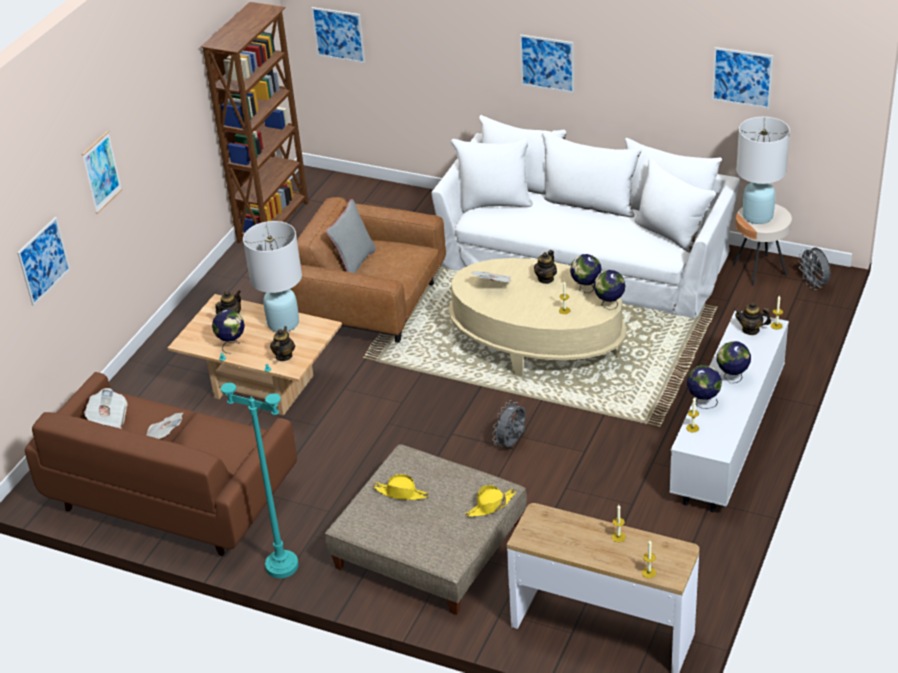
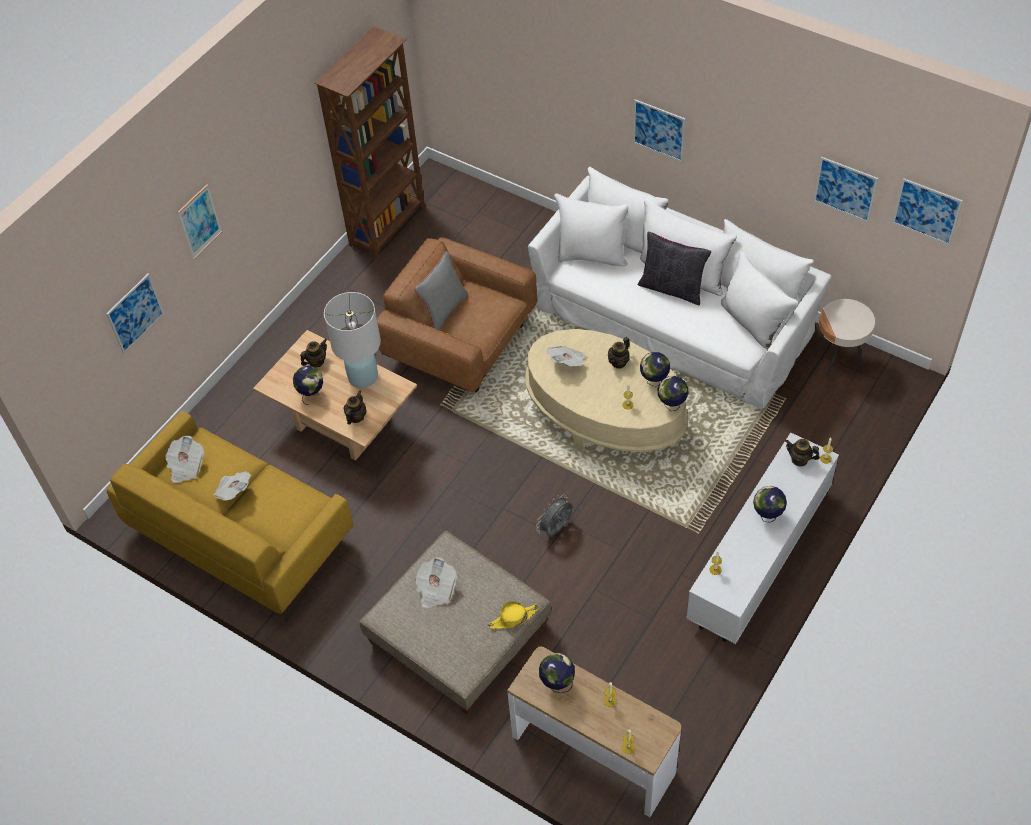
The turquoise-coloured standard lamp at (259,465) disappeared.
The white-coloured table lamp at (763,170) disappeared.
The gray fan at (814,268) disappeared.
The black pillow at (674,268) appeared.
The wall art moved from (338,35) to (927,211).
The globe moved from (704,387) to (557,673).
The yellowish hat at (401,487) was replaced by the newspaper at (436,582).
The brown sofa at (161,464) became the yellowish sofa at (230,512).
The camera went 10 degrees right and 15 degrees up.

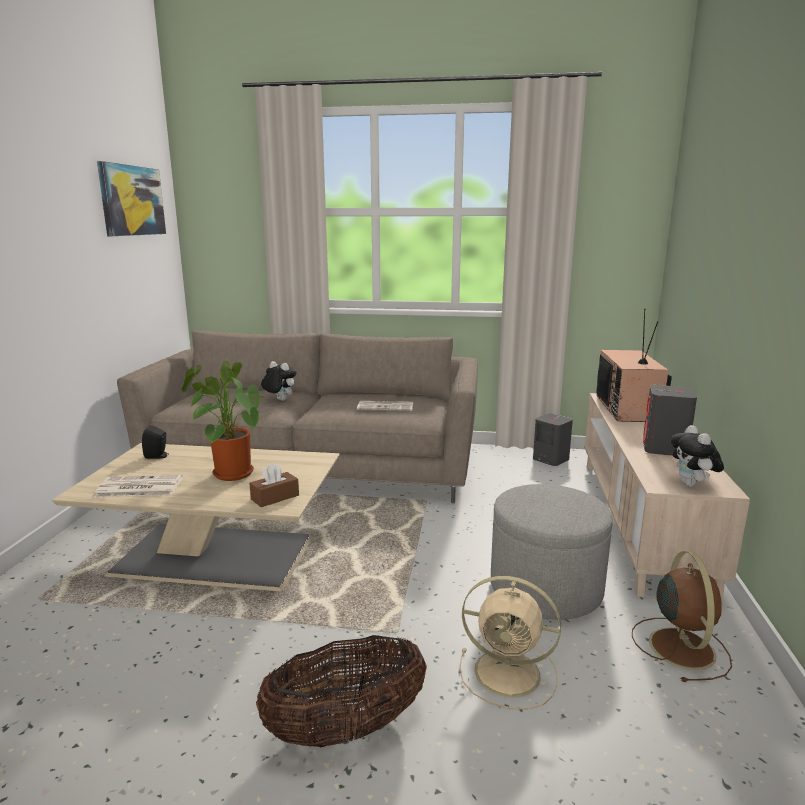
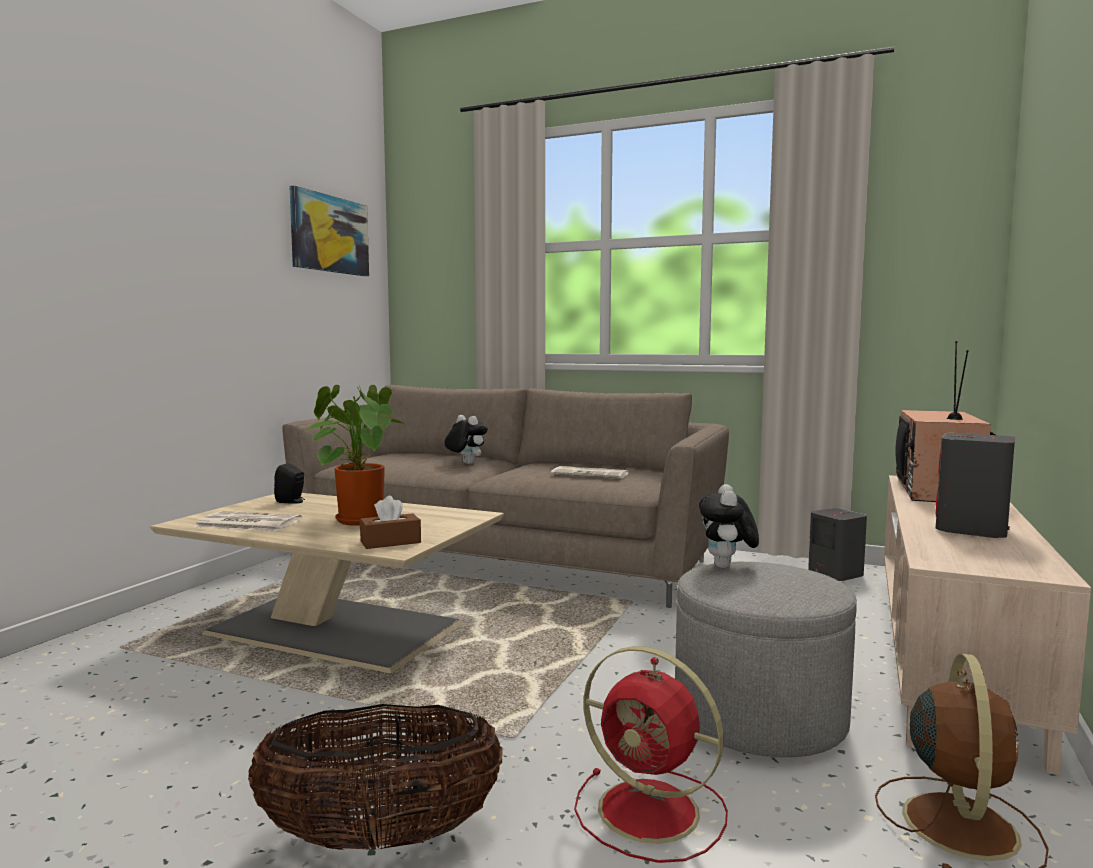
The soft toy moved from (697,456) to (729,526).
The beige fan at (510,643) became the reddish fan at (651,754).
The camera went 15 degrees right and 10 degrees down.

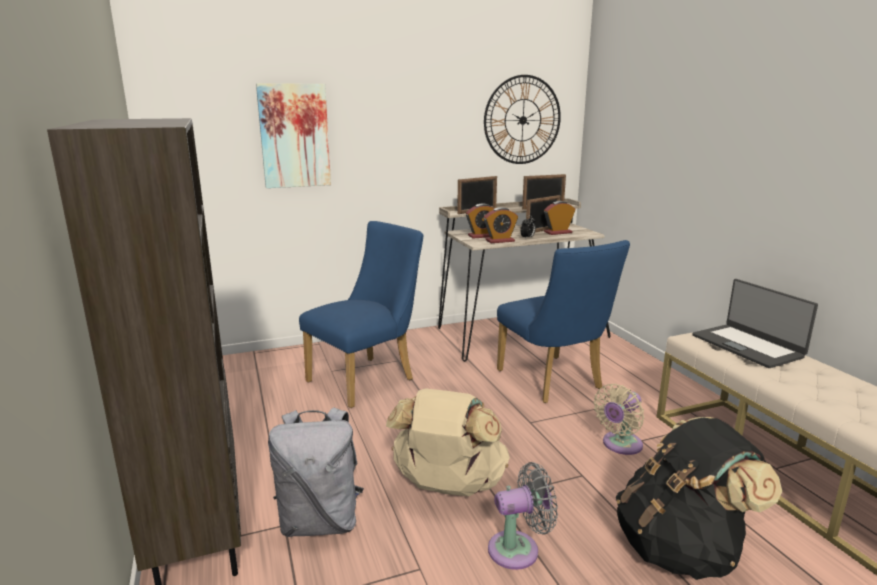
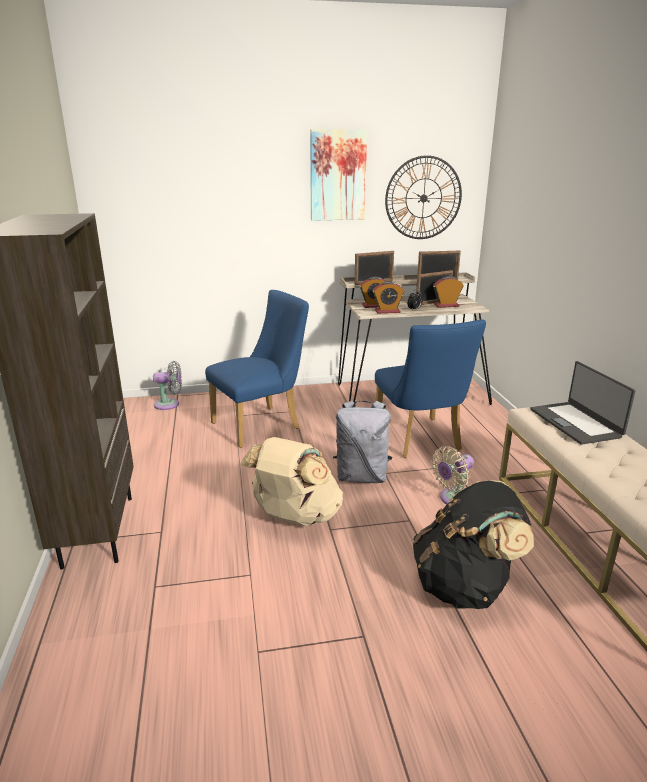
The wall art moved from (293,135) to (338,175).
The gray knapsack moved from (316,472) to (362,442).
The gray fan moved from (523,516) to (167,385).
The camera went 10 degrees right and 5 degrees up.

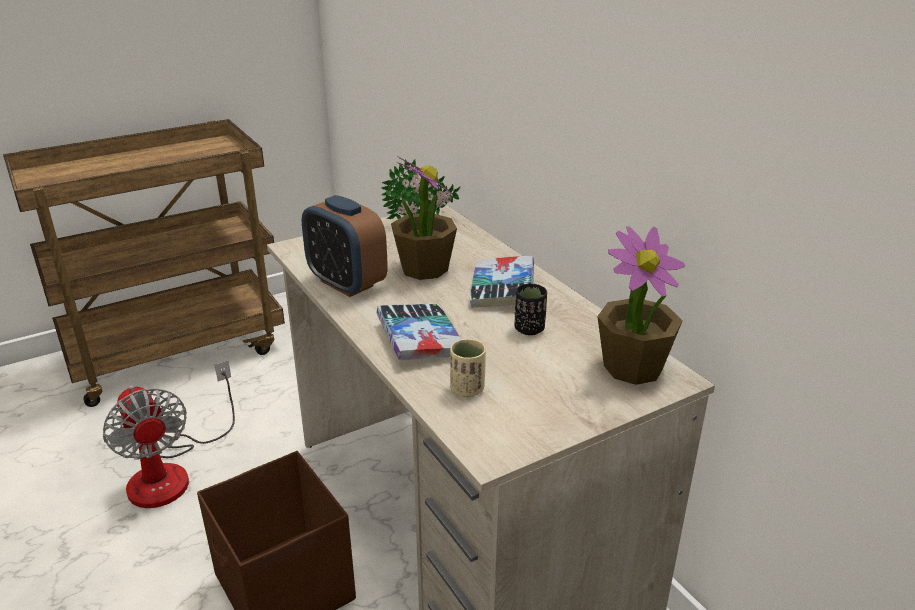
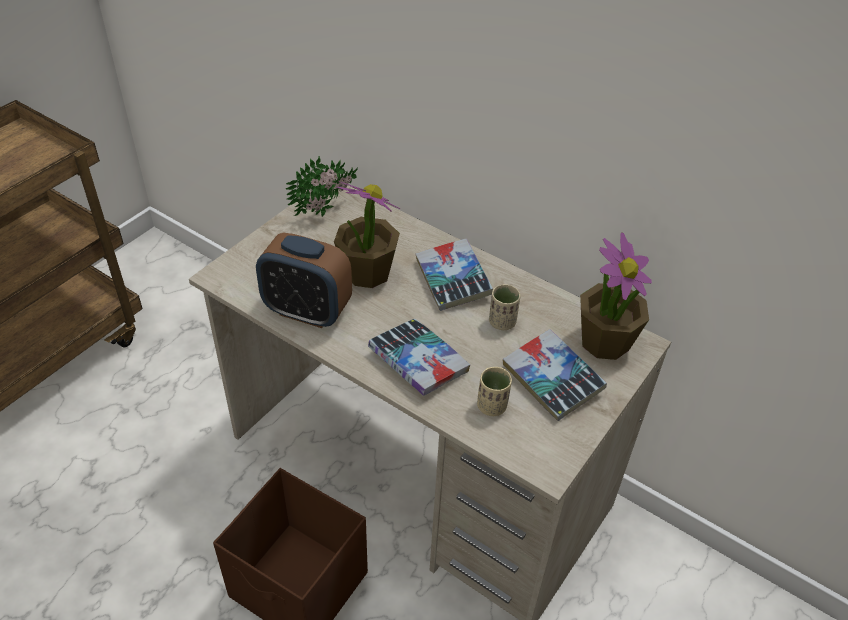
The fan at (169,434) disappeared.
The bound book at (555,375) appeared.
The black small cup at (530,309) became the beige small cup at (505,307).
The camera went 25 degrees left and 15 degrees up.

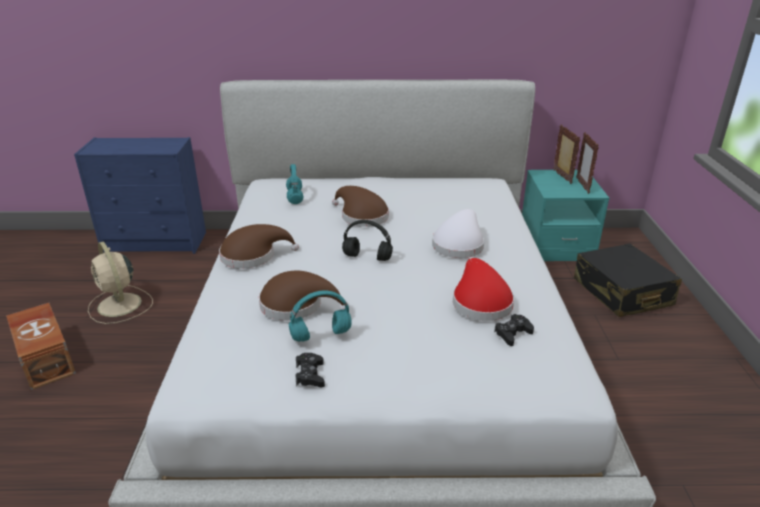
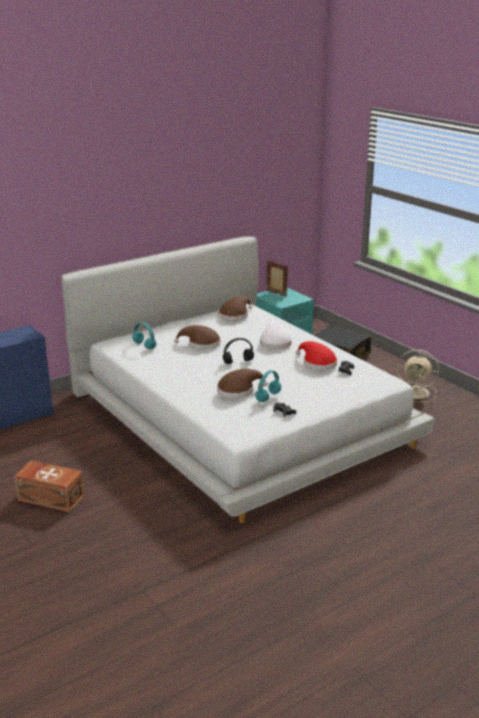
The photo frame at (587,163) disappeared.
The beige fan moved from (120,283) to (418,376).
The brown hat moved from (259,246) to (235,308).
The camera went 35 degrees left and 5 degrees down.

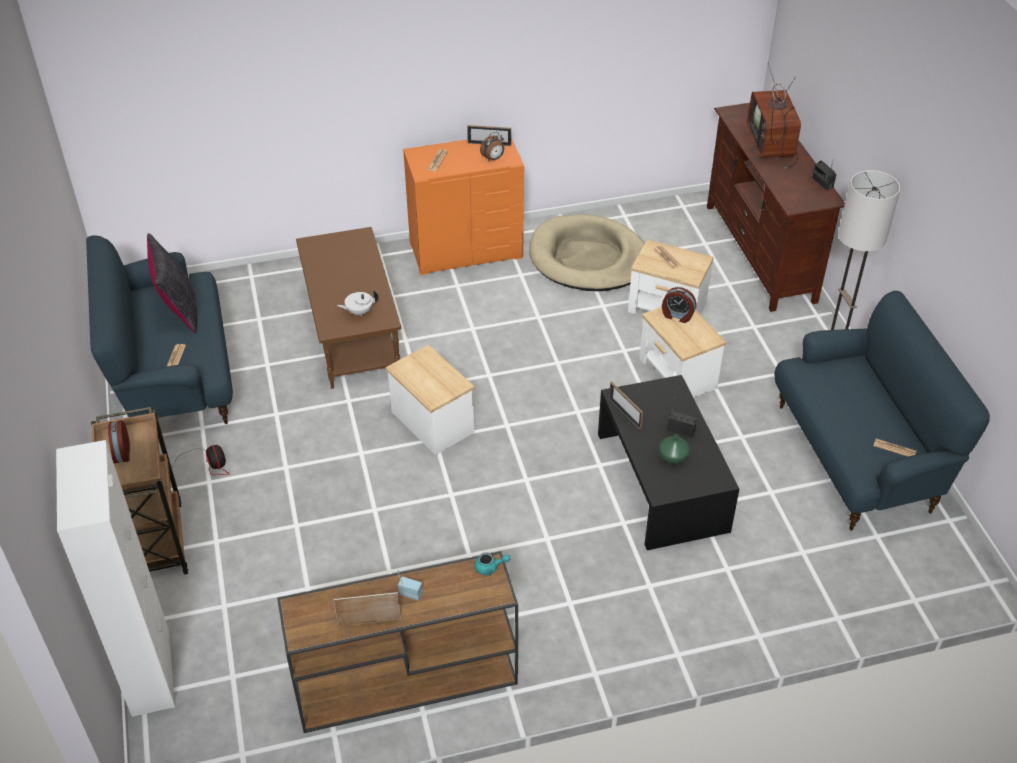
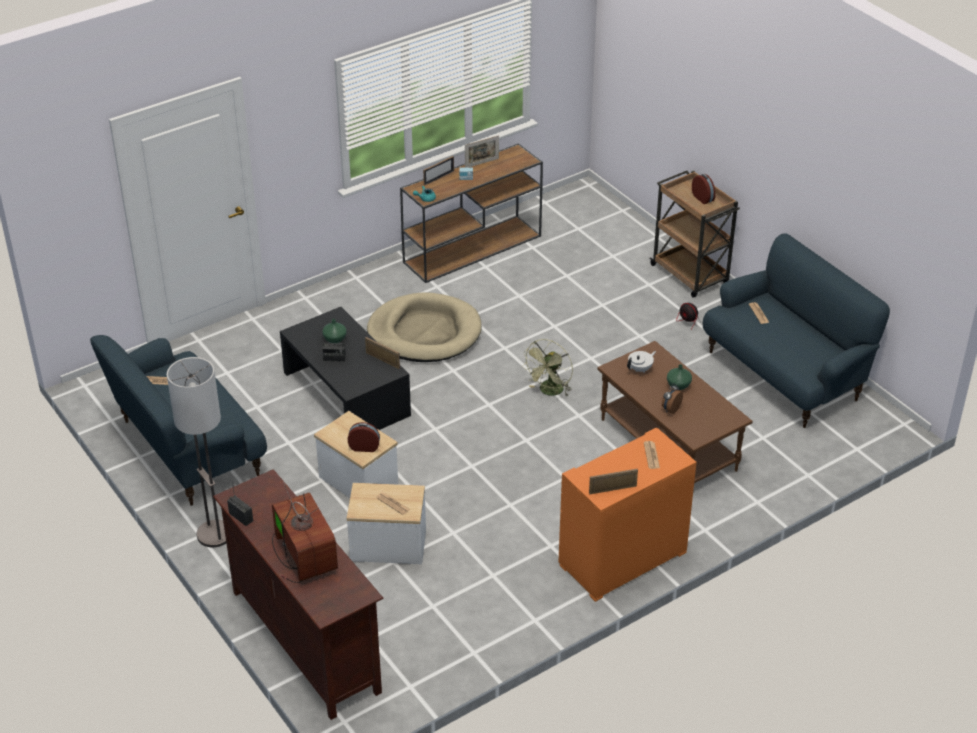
The white-coloured cabinet at (115,578) disappeared.
The black pillow at (172,283) disappeared.
The photo frame at (438,171) appeared.
The greenish decorative vase at (679,377) appeared.
The bedside clock moved from (492,146) to (672,398).
The beige dog bed moved from (587,252) to (424,327).
The accent table at (430,400) was replaced by the greenish fan at (547,368).
The camera went 160 degrees right and 5 degrees down.

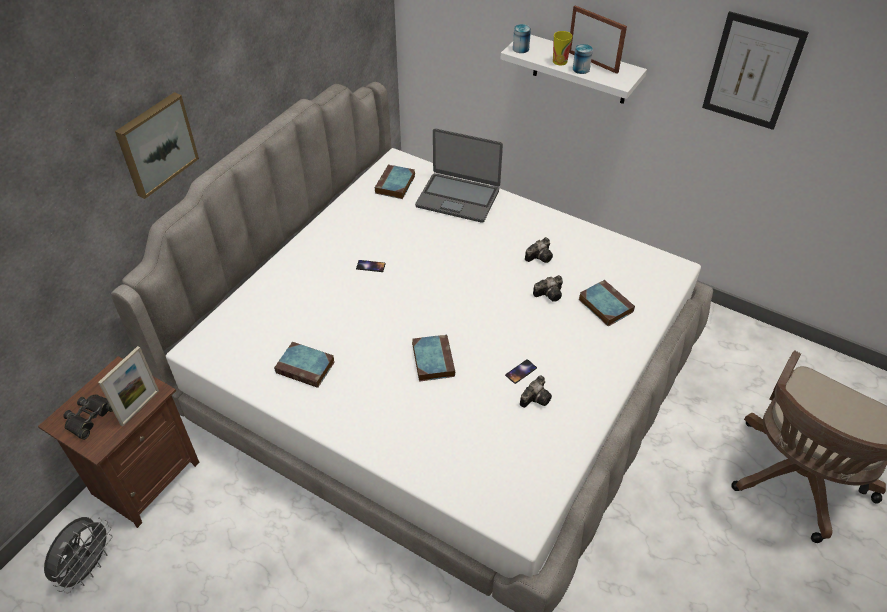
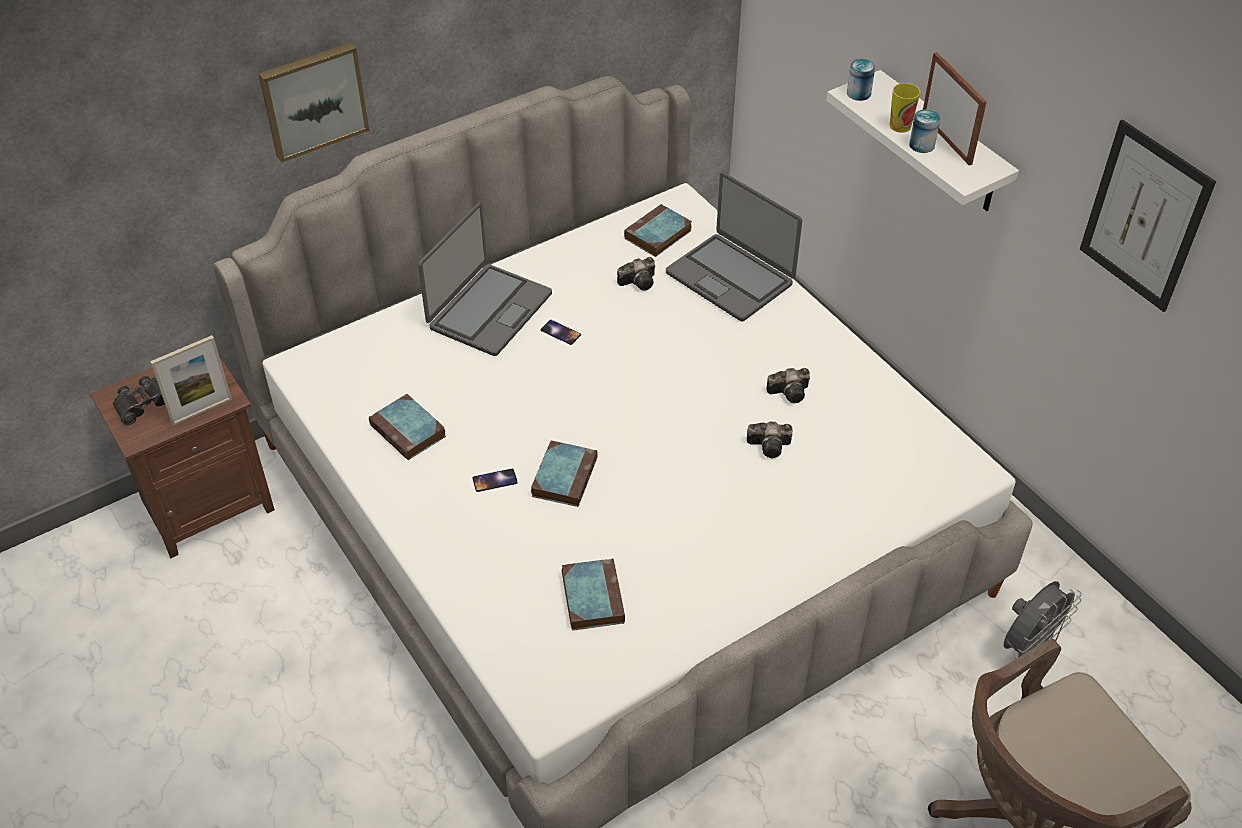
The portable computer at (485,279) appeared.
The gray fan moved from (78,555) to (1043,620).
The telephone moved from (521,371) to (495,480).
The still camera moved from (536,391) to (636,274).
The bound book moved from (606,303) to (593,594).
The camera went 25 degrees right and 0 degrees up.

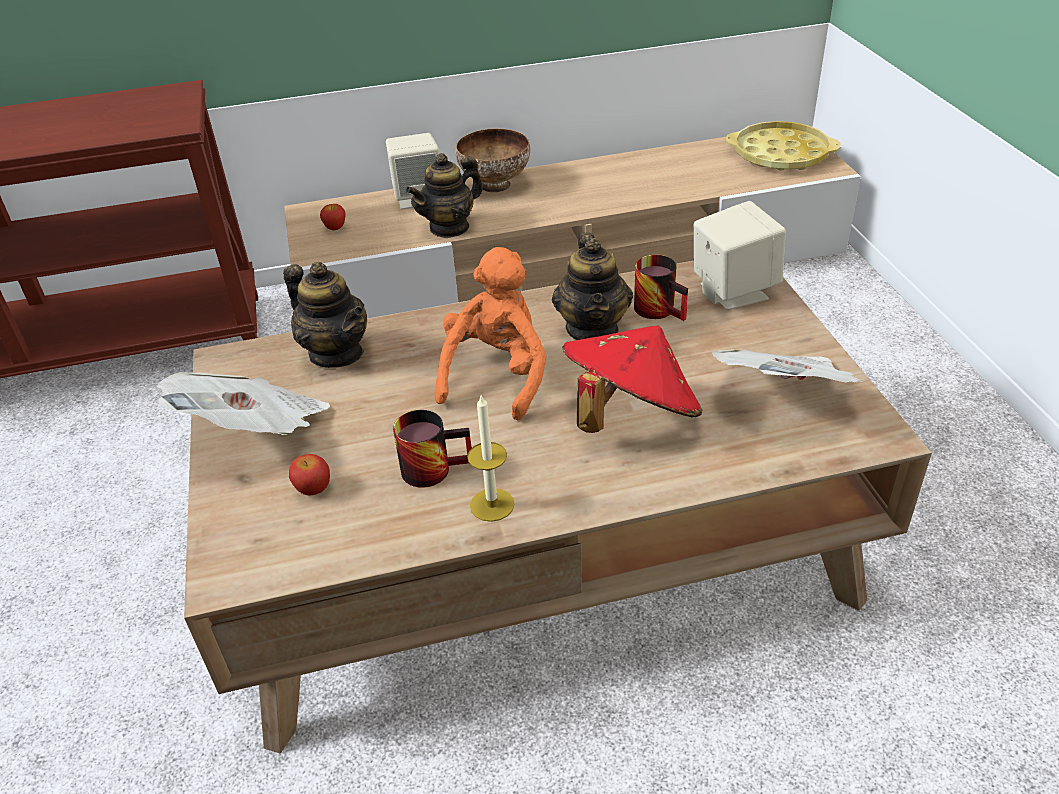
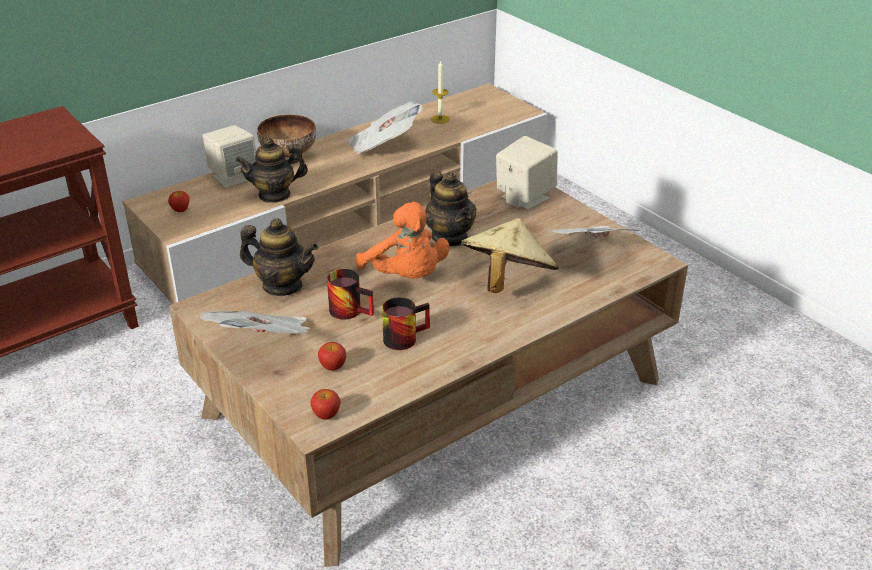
The yellowish serving tray at (783,146) disappeared.
The apple fruit at (325,404) appeared.
The newspaper at (385,128) appeared.
The wax light moved from (491,458) to (440,92).
The mug moved from (661,288) to (350,294).
The reddish hat at (632,379) became the beige hat at (509,255).
The tea pot at (444,195) turned 45 degrees clockwise.
The orange soft toy at (491,334) turned 150 degrees clockwise.
The camera went 25 degrees left and 5 degrees down.

